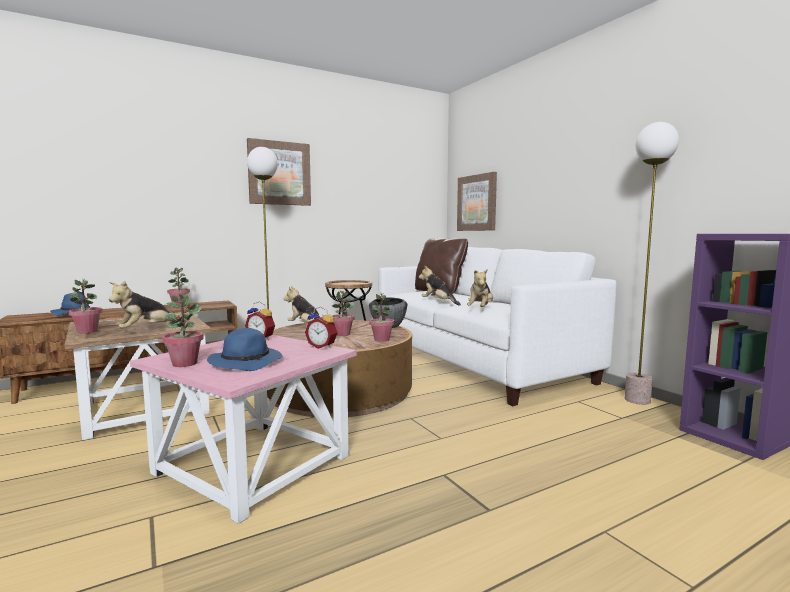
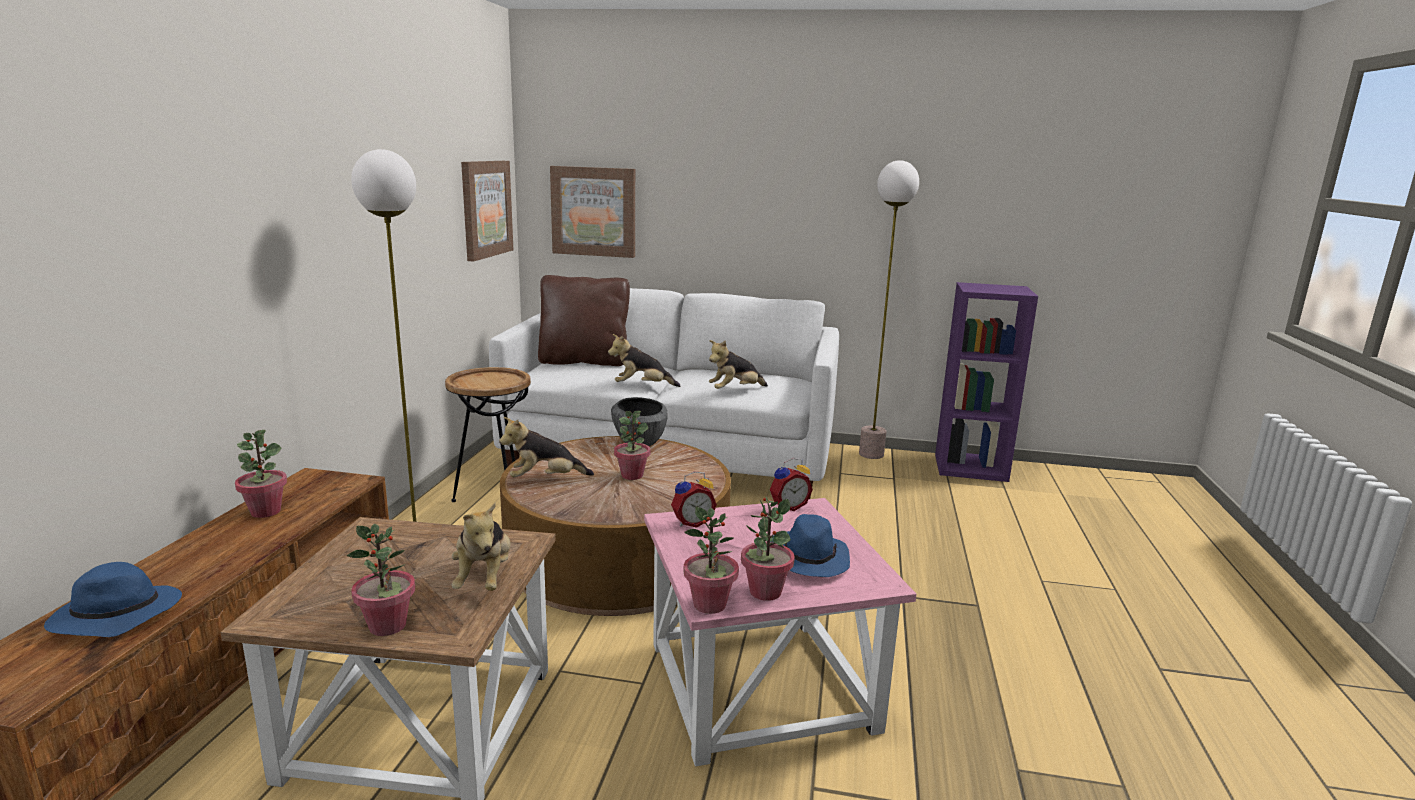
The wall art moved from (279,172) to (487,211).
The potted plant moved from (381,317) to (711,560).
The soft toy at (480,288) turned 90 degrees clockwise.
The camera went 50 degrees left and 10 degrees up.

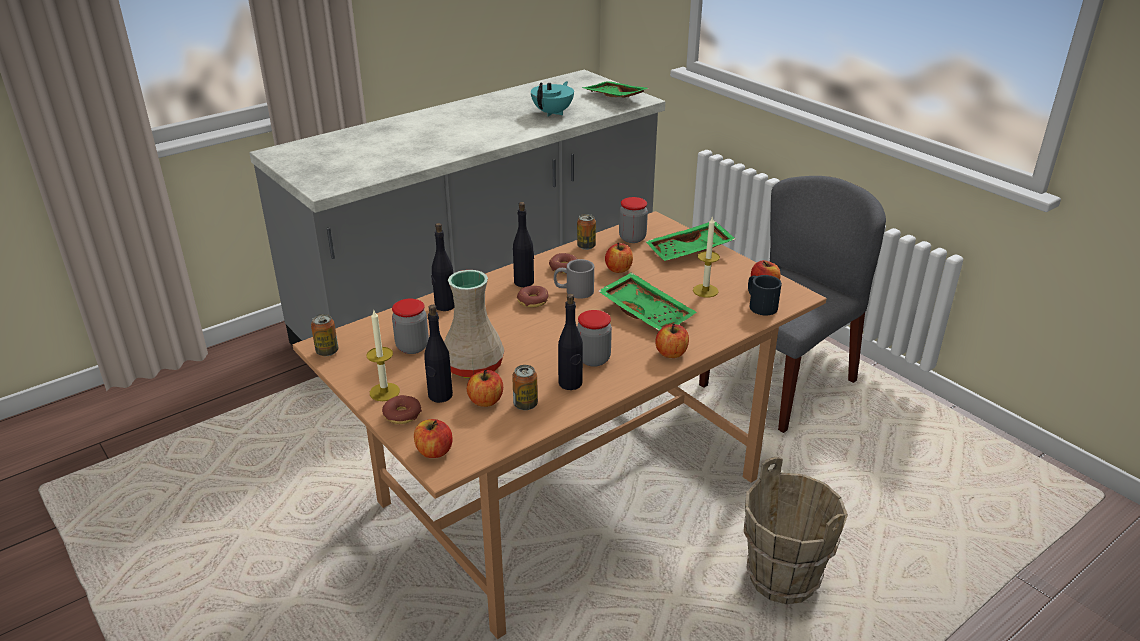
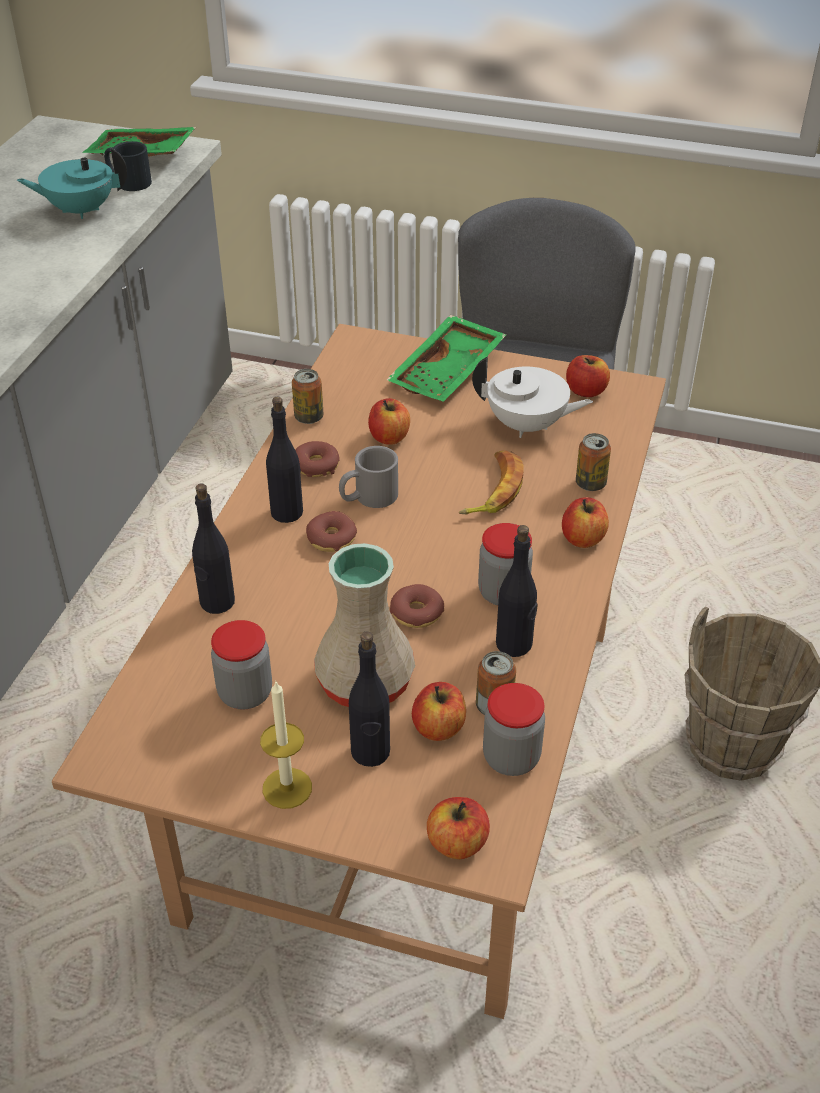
The can moved from (324,335) to (593,462).
The doughnut moved from (402,409) to (417,606).
The jar moved from (633,220) to (514,729).
The black mug moved from (765,295) to (128,166).
The greenish serving tray at (647,301) was replaced by the banana at (490,482).
The wax light at (706,257) was replaced by the white-coloured tea pot at (532,397).
The turquoise-coloured tea pot at (552,99) turned 90 degrees counterclockwise.
The camera went 35 degrees left and 10 degrees up.

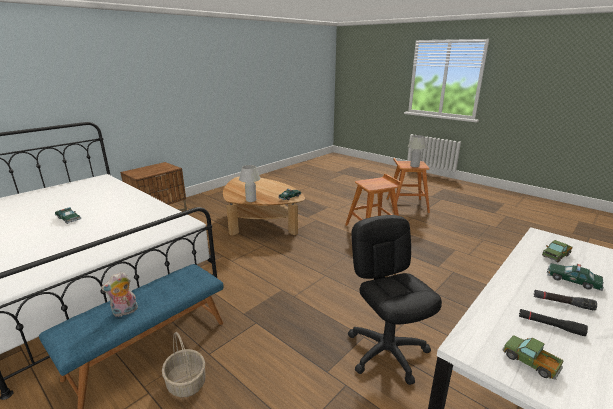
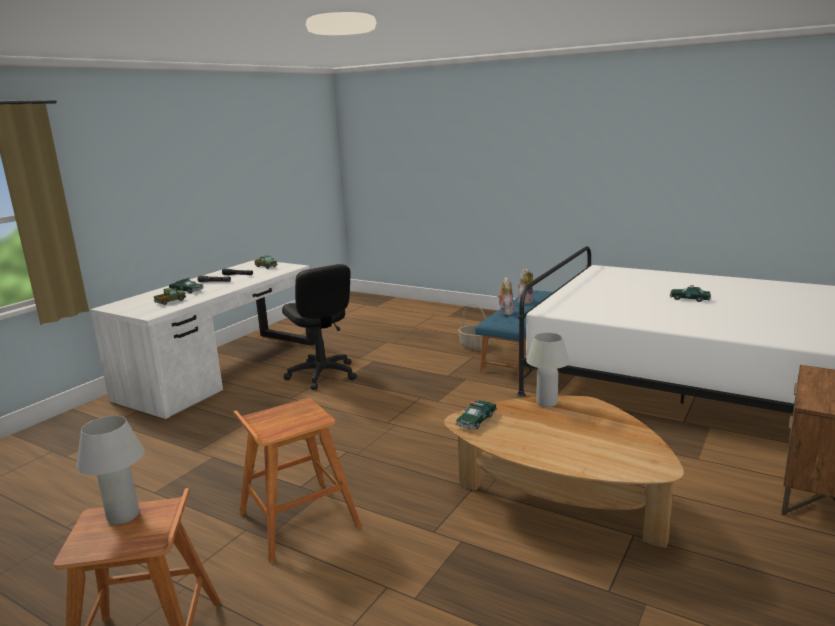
The soft toy at (506,296) appeared.
The camera went 170 degrees right and 5 degrees down.

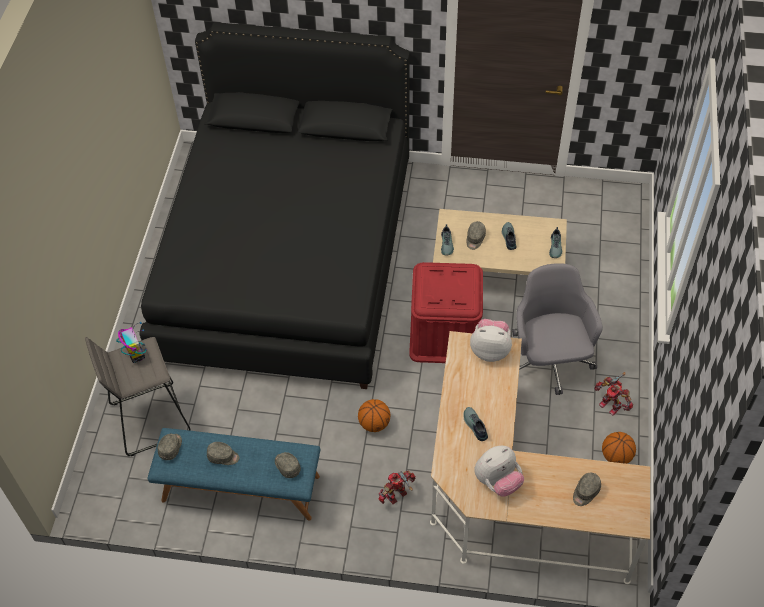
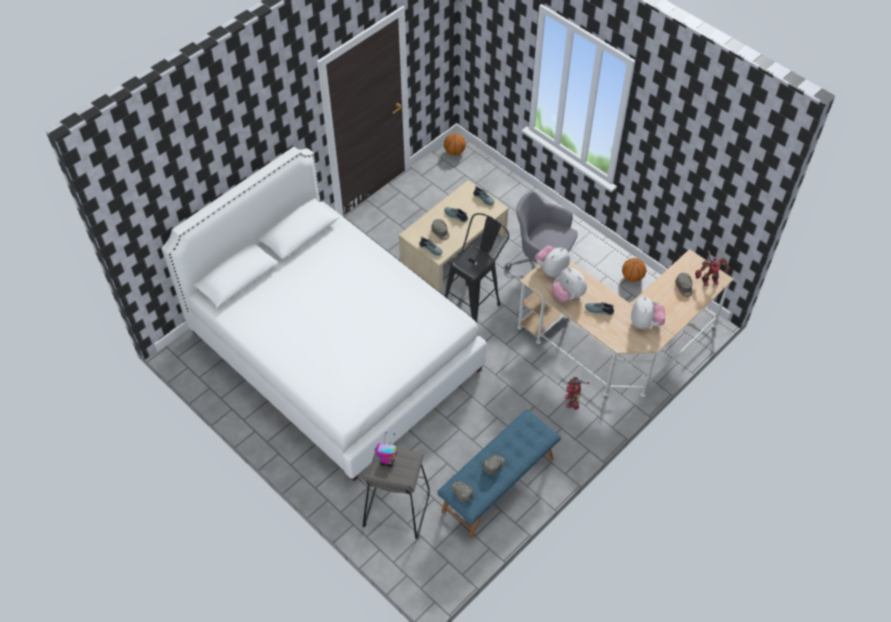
The gray peaked cap at (288,465) disappeared.
The soft toy at (569,285) appeared.
The basketball moved from (374,415) to (455,144).
The model robot moved from (614,394) to (712,268).
The reddish storage bin at (446,312) was replaced by the black sitting stool at (476,268).
The black bed at (274,205) became the white-coloured bed at (324,314).
The camera went 55 degrees left and 0 degrees up.

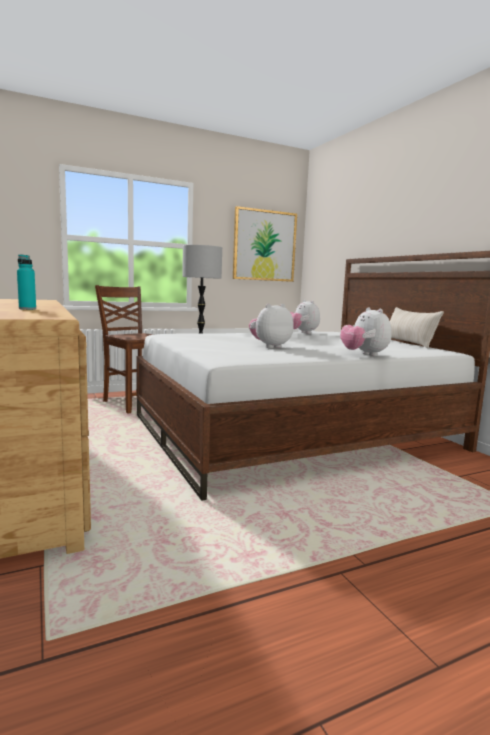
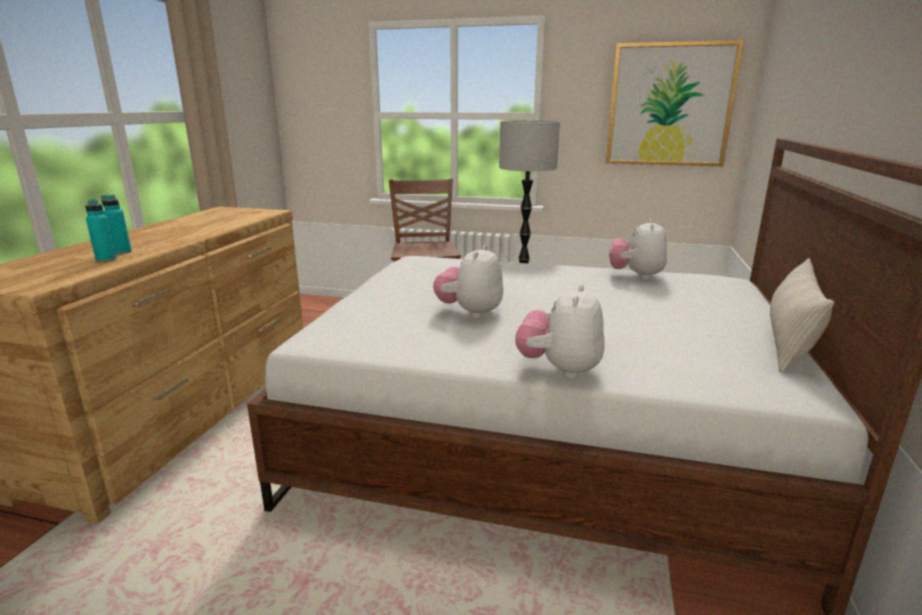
The turquoise-coloured bottle at (101,230) appeared.
The soft toy at (271,325) turned 75 degrees counterclockwise.
The camera went 40 degrees right and 10 degrees up.

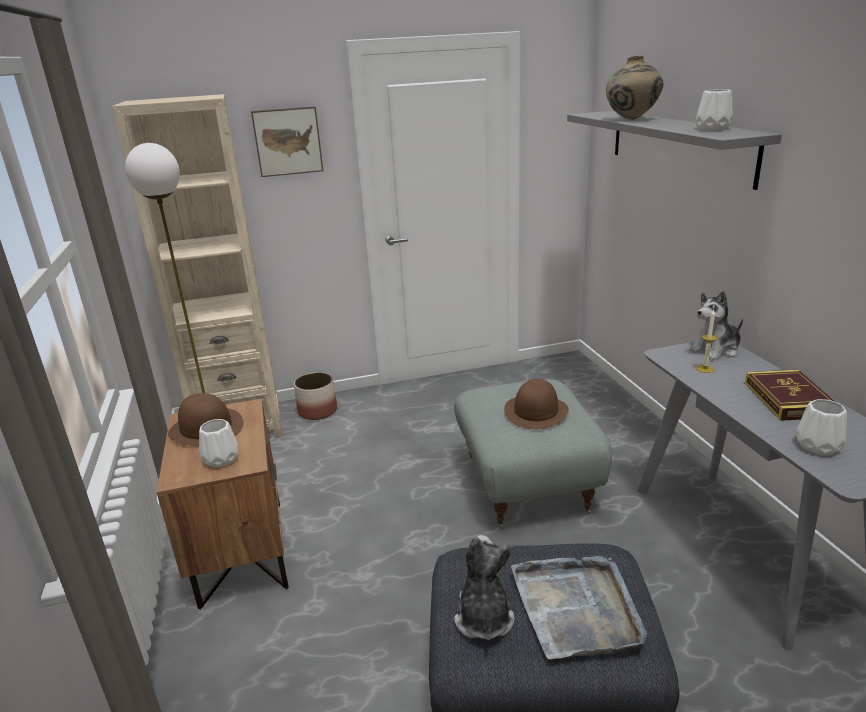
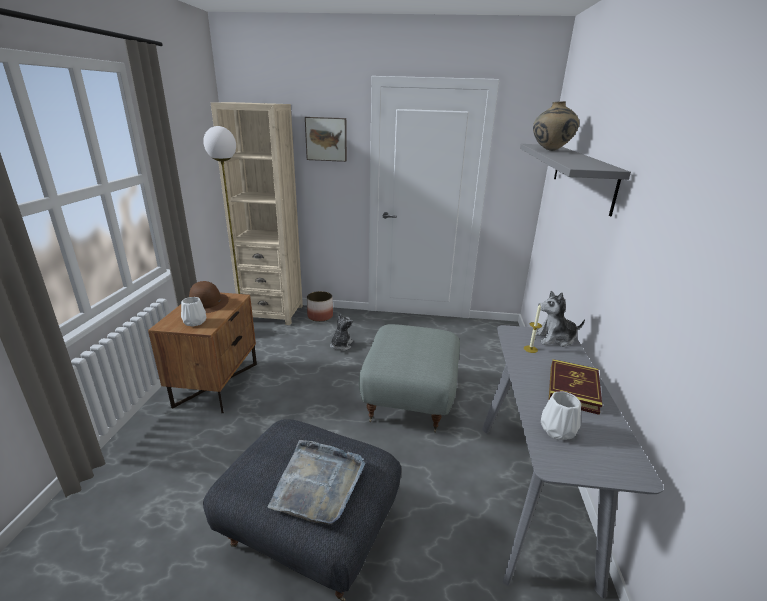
The brown hat at (536,404) disappeared.
The white-coloured decorative vase at (714,110) disappeared.
The soft toy moved from (484,587) to (341,332).
The camera went 20 degrees right and 0 degrees up.

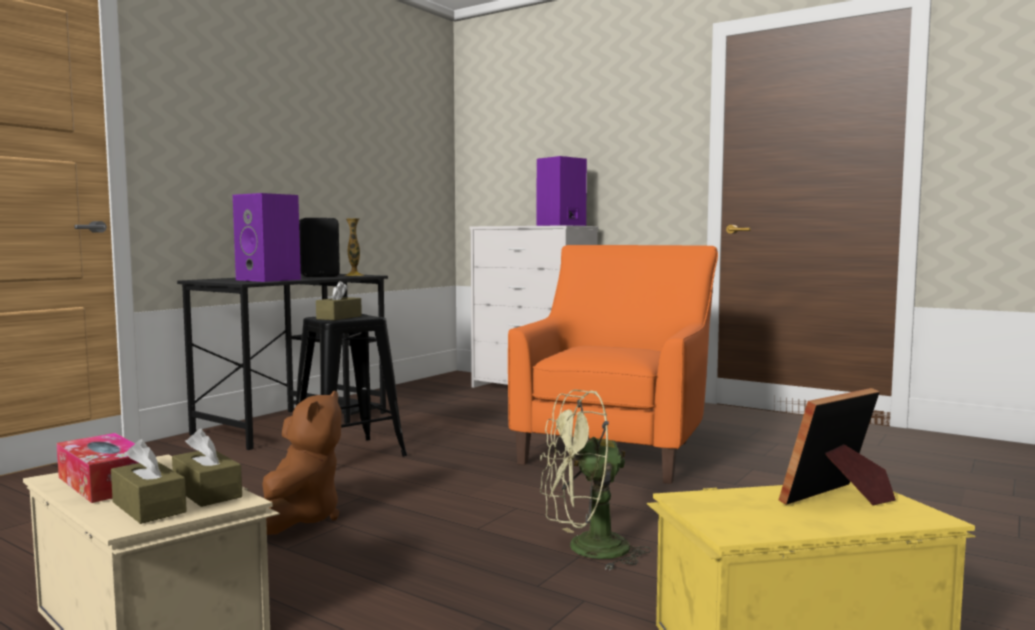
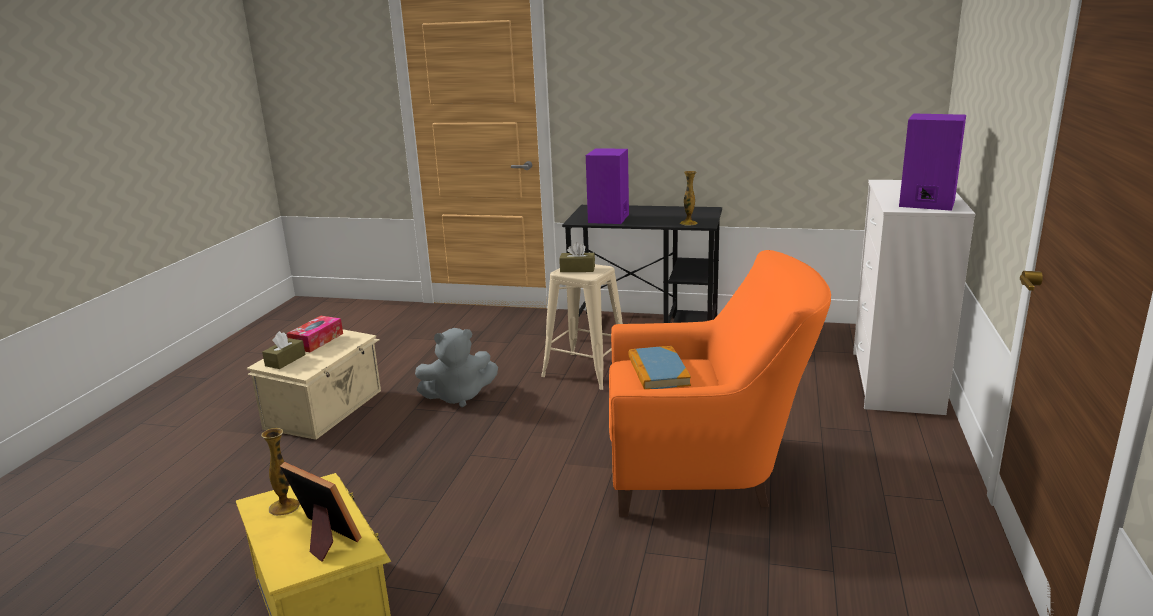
The brown tissue box at (207,468) disappeared.
The black loudspeaker at (319,247) disappeared.
The greenish fan at (596,480) disappeared.
The decorative vase at (280,472) appeared.
The bound book at (659,367) appeared.
The brown soft toy at (301,463) became the gray soft toy at (456,367).
The black sitting stool at (349,385) became the beige sitting stool at (582,327).
The camera went 70 degrees right and 15 degrees up.

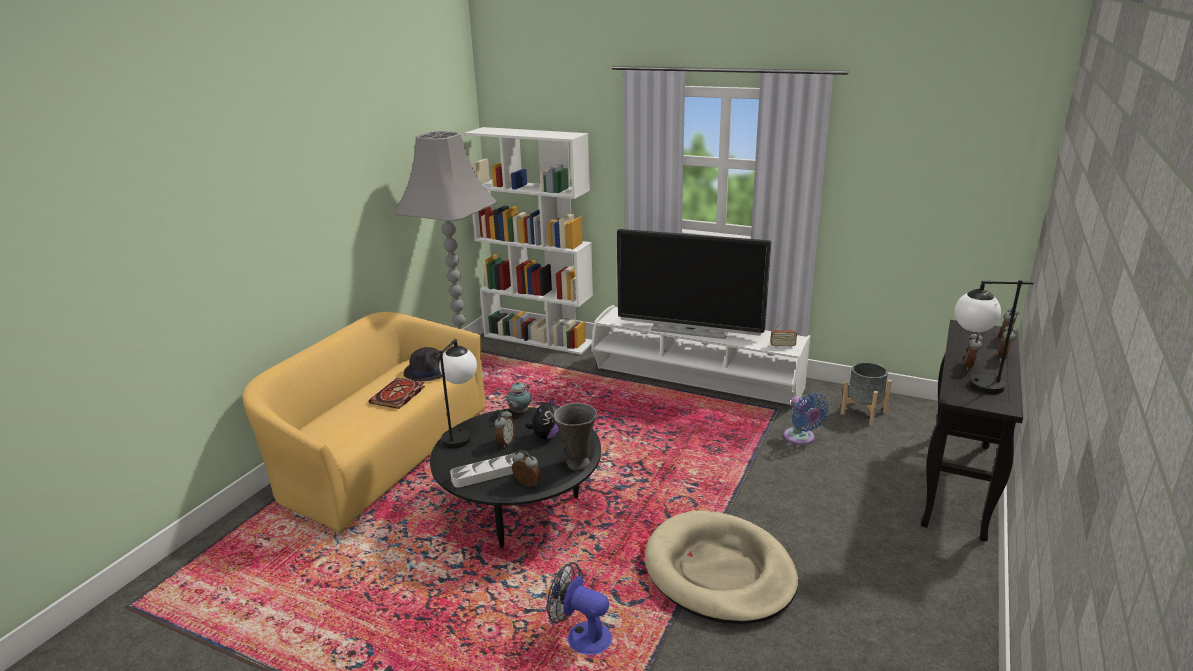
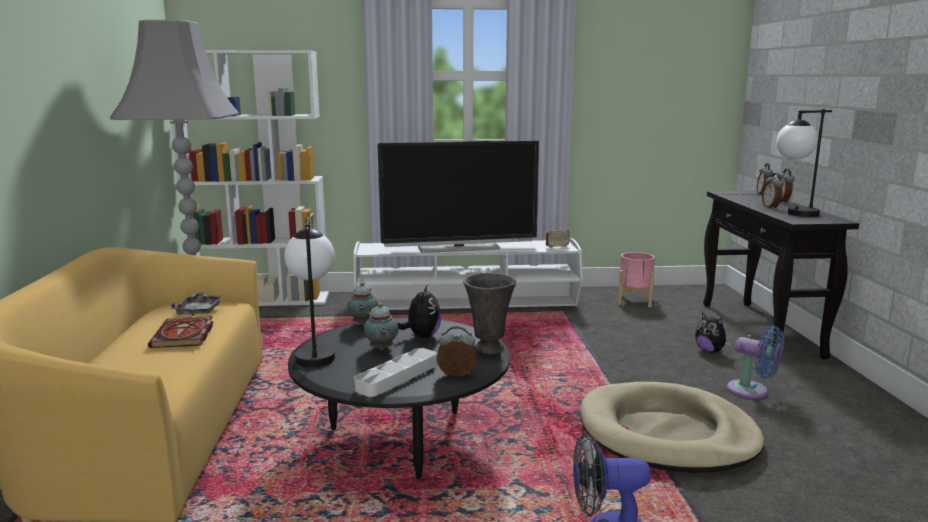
The soft toy at (713,332) appeared.
The blue fan moved from (806,419) to (755,362).
The black hat at (423,364) was replaced by the gray serving tray at (198,304).
The bedside clock at (505,428) was replaced by the tea pot at (381,326).
The gray flower pot at (866,393) became the pink flower pot at (636,279).
The camera went 30 degrees left and 10 degrees down.

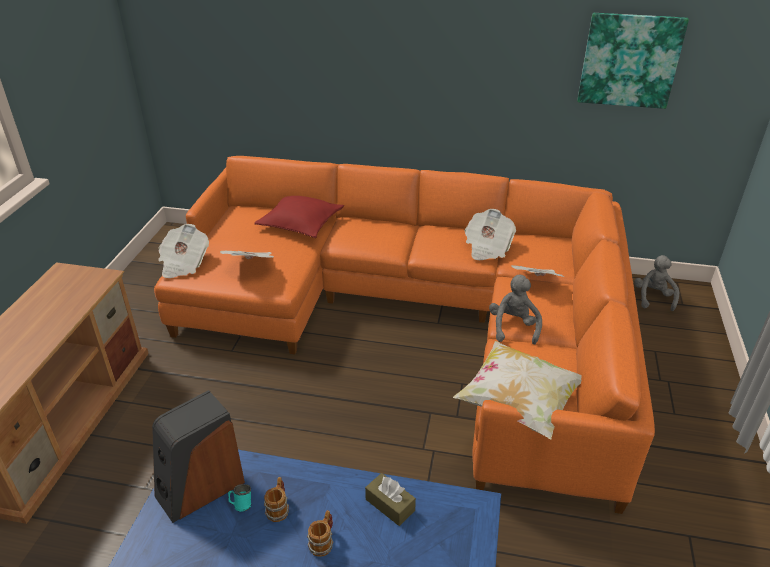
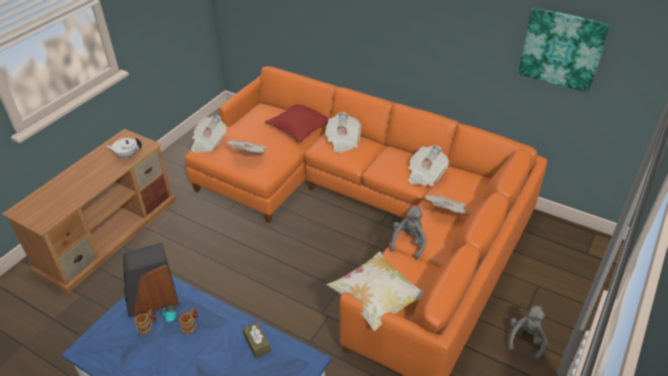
The white-coloured tea pot at (123,148) appeared.
The newspaper at (343,132) appeared.
The mug moved from (320,533) to (145,322).
The gray soft toy moved from (656,283) to (527,333).
The camera went 20 degrees right and 5 degrees up.

